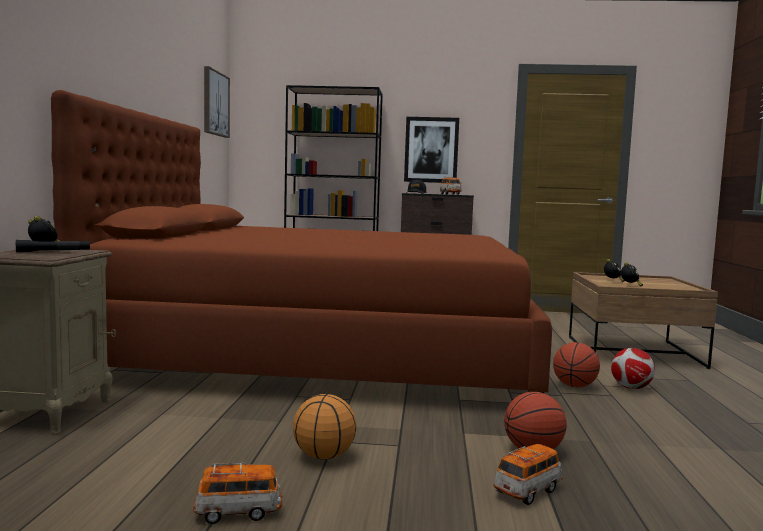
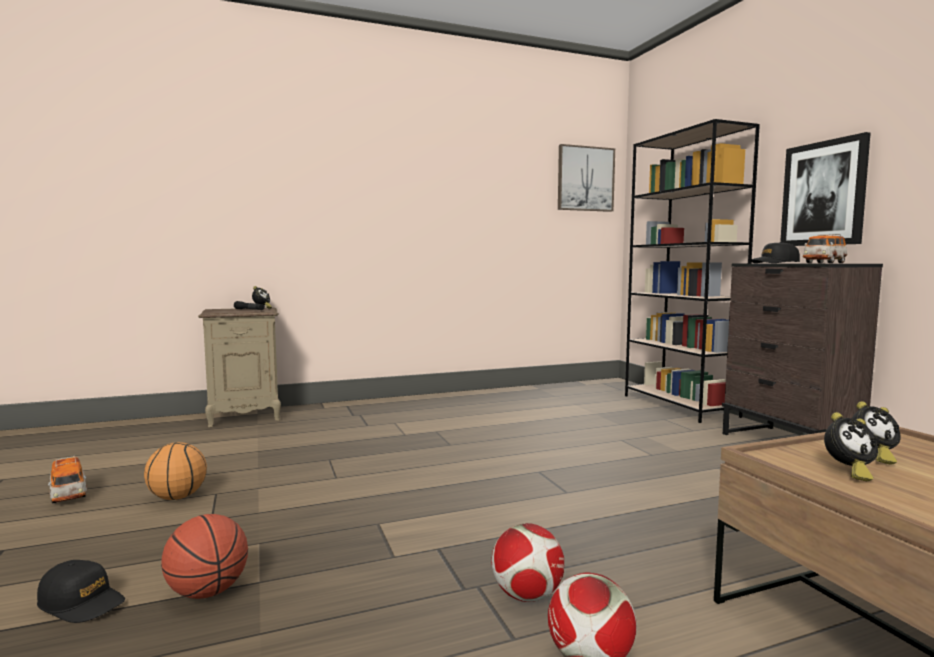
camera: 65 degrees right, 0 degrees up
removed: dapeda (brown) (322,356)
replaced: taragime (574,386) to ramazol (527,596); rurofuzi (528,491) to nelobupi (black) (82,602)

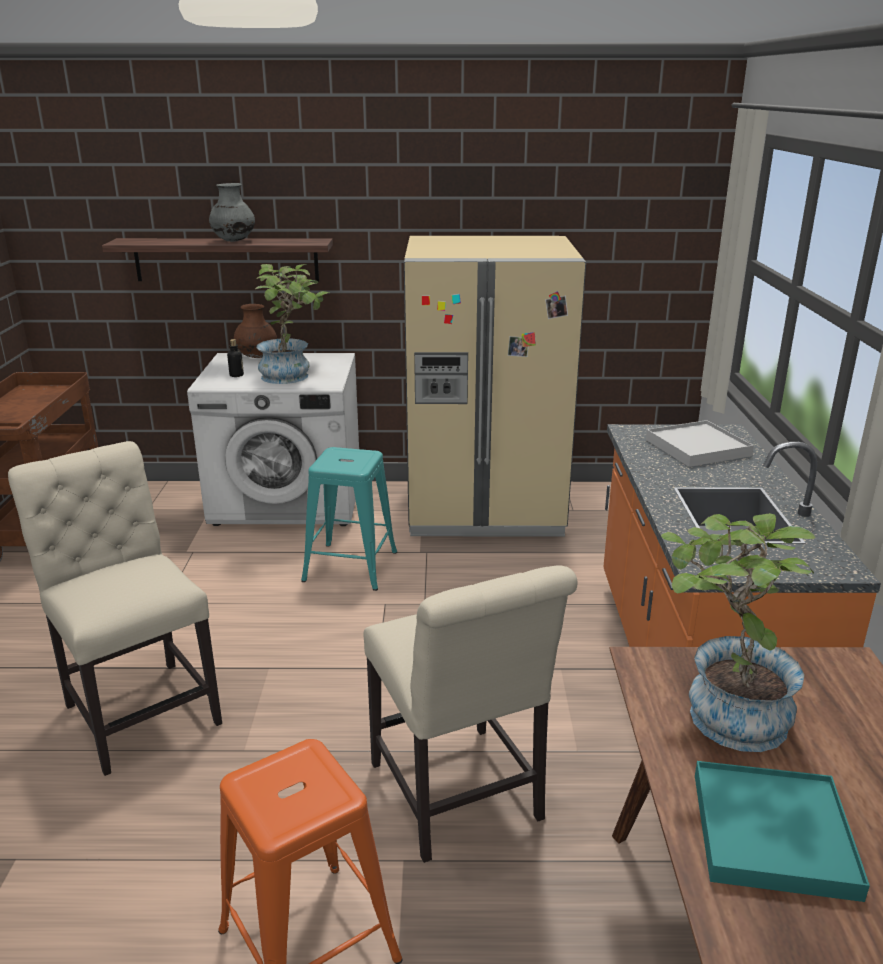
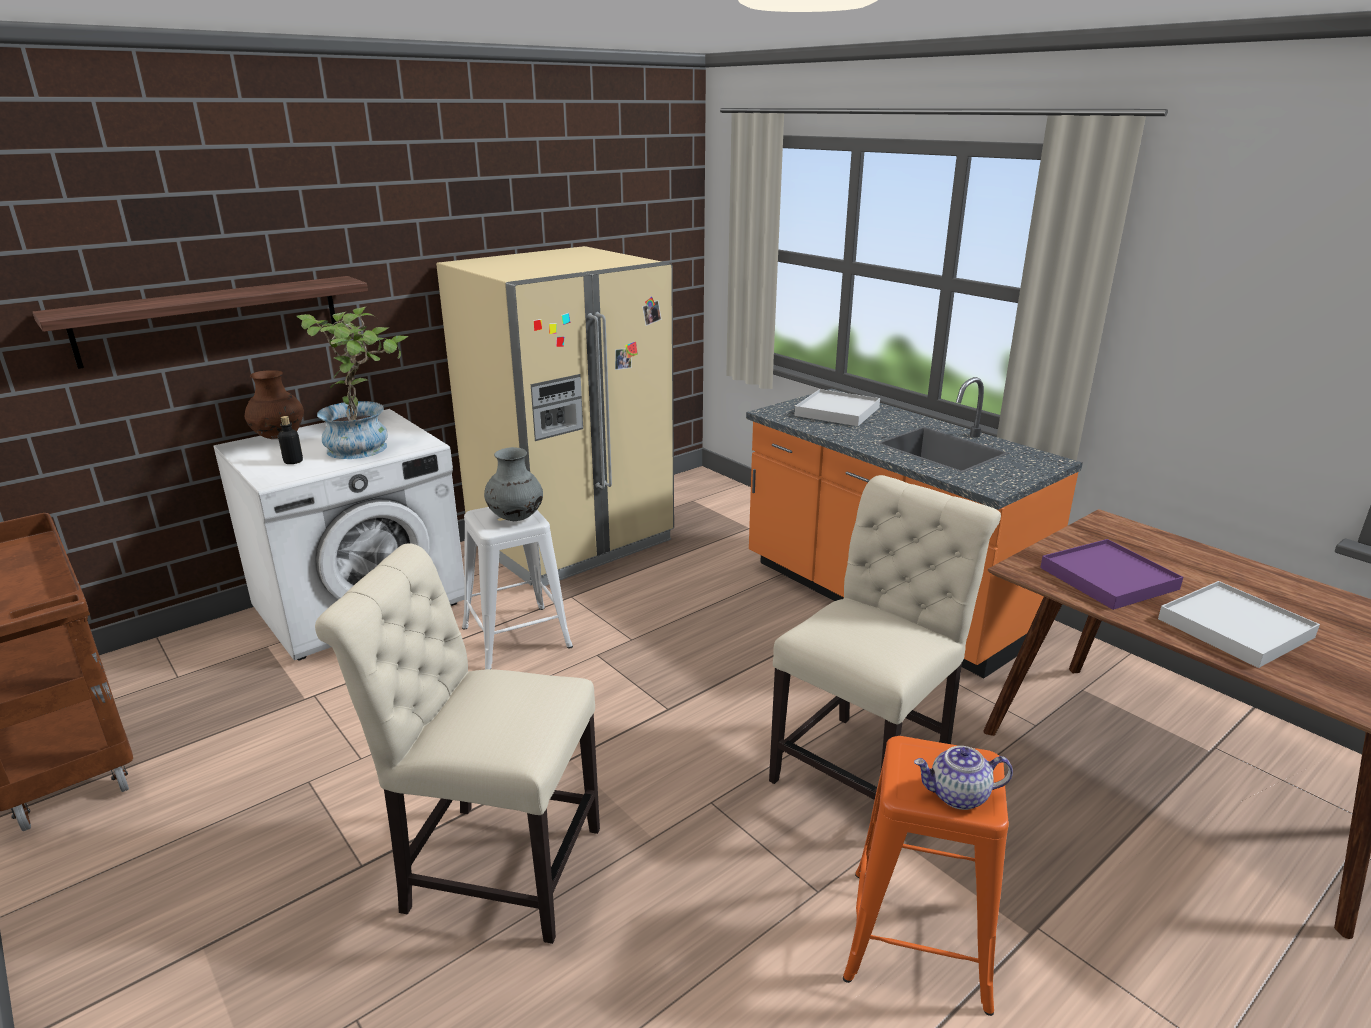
camera: 40 degrees left, 0 degrees up
added: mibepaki (958,796)
moved: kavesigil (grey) (234,241) to (515,518)
replaced: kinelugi (722,714) to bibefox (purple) (1108,578)
recoloured: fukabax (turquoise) (351,566) to fukabax (white) (516,637); bibefox (turquoise) (772,833) to bibefox (white) (1234,628)
turned: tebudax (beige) (459,800) = (867,770) 75 degrees counterclockwise

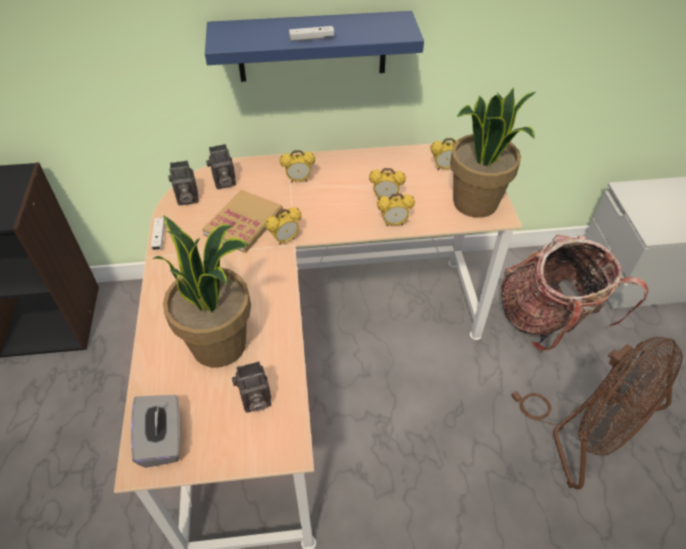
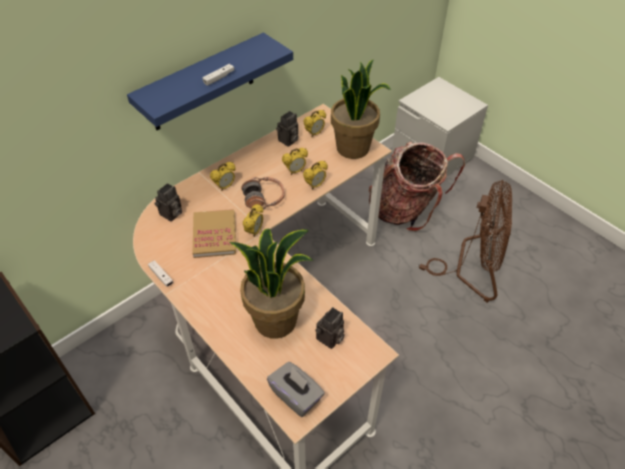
camera: 35 degrees left, 0 degrees up
added: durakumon (264,198)
moved: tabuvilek (186,199) to (288,141)

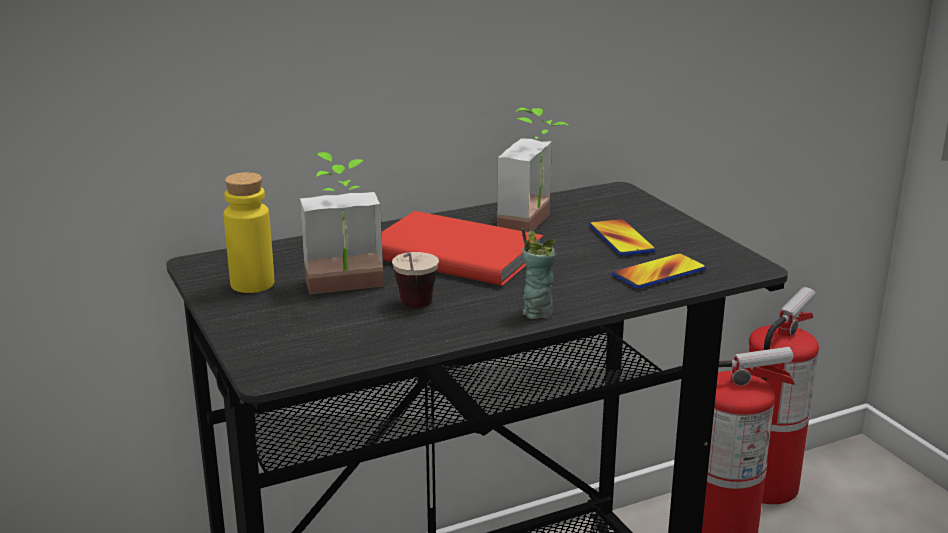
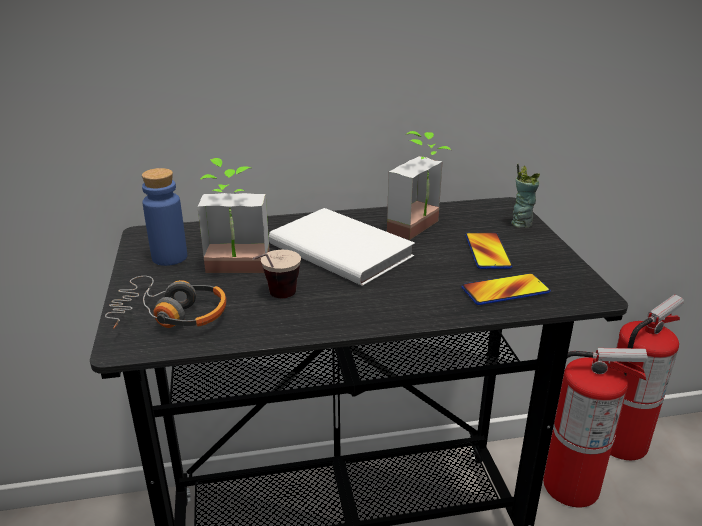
camera: 15 degrees right, 5 degrees up
added: durakumon (169,315)
moved: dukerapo (537,312) to (521,223)
recoloured: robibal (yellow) (252,284) to robibal (blue) (169,257); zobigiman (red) (455,253) to zobigiman (white) (341,248)

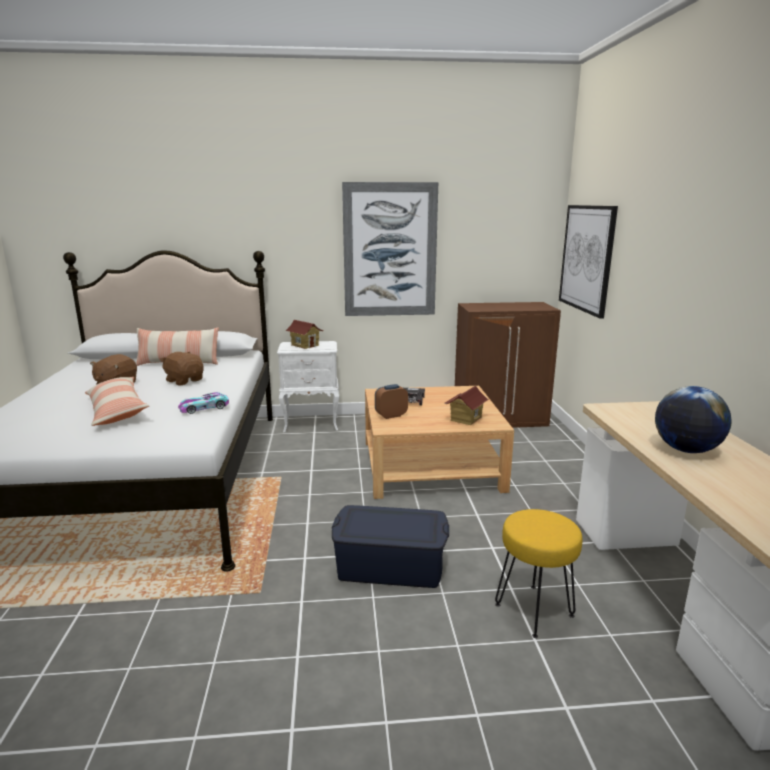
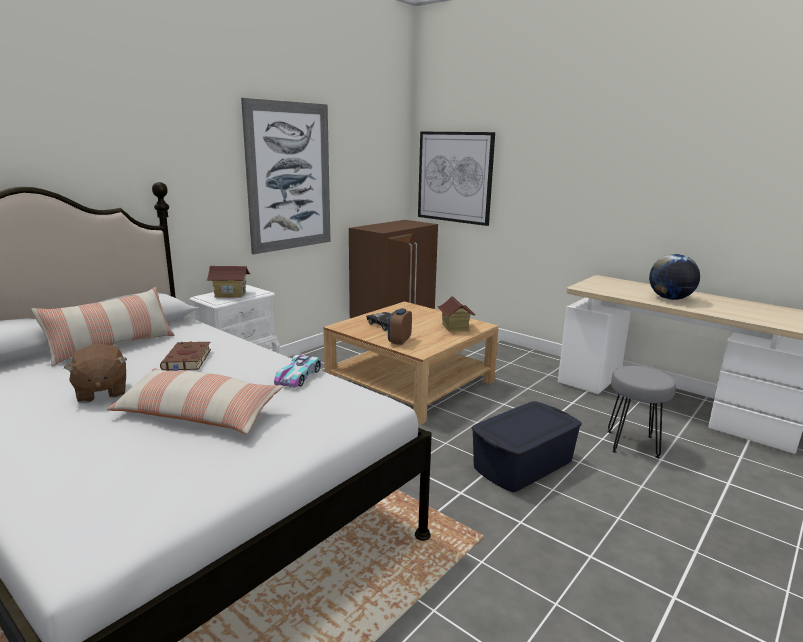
camera: 45 degrees left, 0 degrees up
replaced: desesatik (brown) (184,380) to zobigiman (brown) (187,360)
recoloured: fukabax (yellow) (533,610) to fukabax (grey) (631,444)

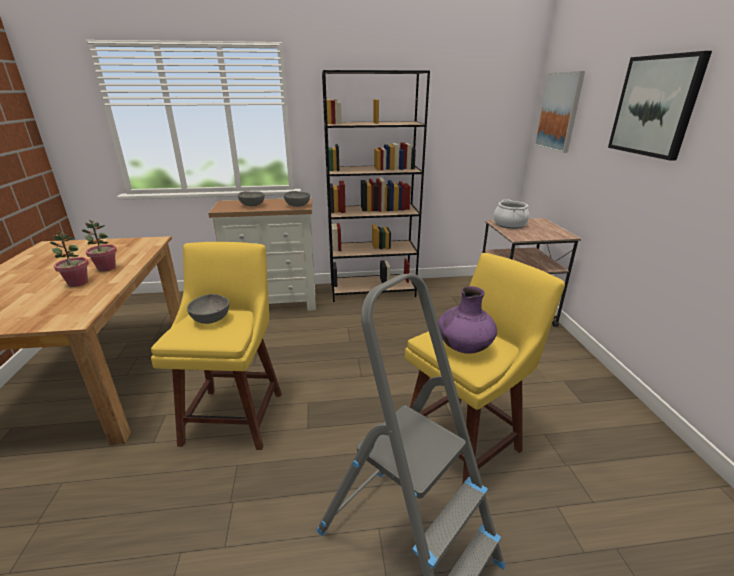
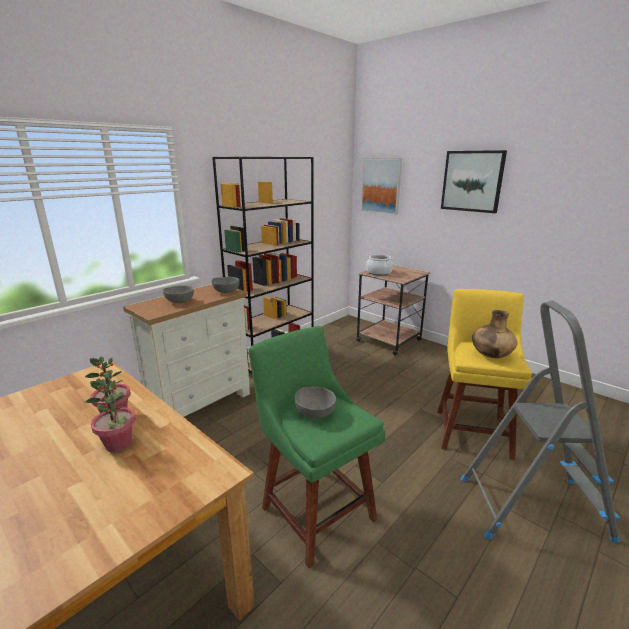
camera: 40 degrees left, 5 degrees down
recoloured: fukabax (yellow) (236,414) to fukabax (green) (315,509); kavesigil (purple) (463,347) to kavesigil (brown) (490,355)

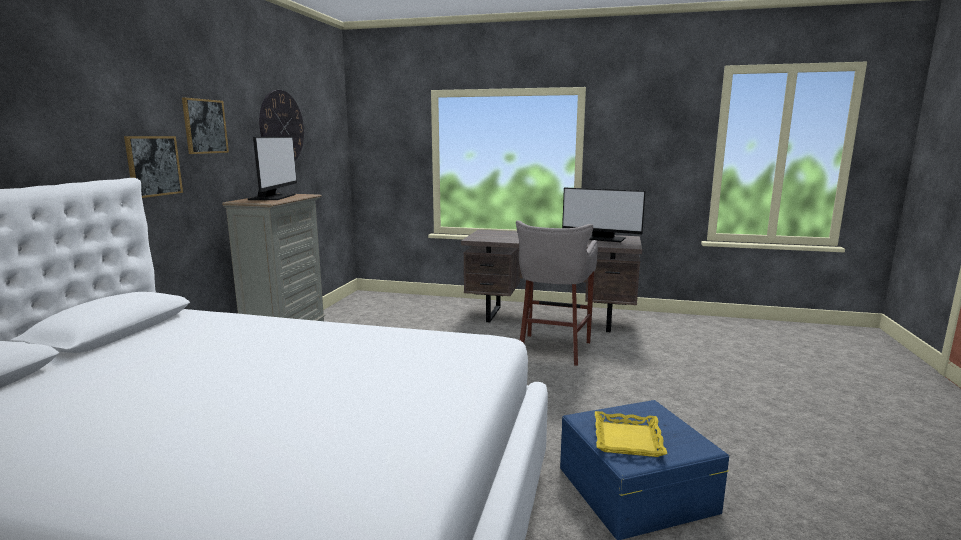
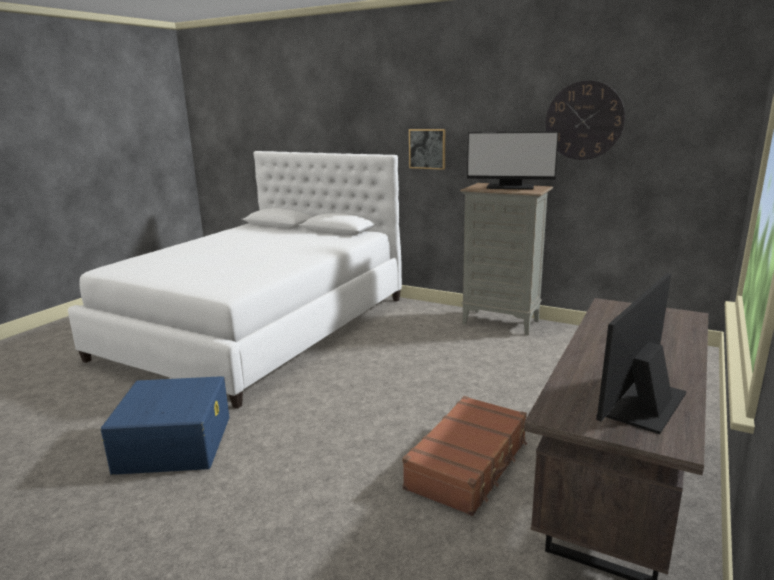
camera: 105 degrees right, 5 degrees up
removed: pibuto (204,126); bibefox (yellow) (627,439)
replaced: fukabax (grey) (552,350) to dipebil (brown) (468,464)

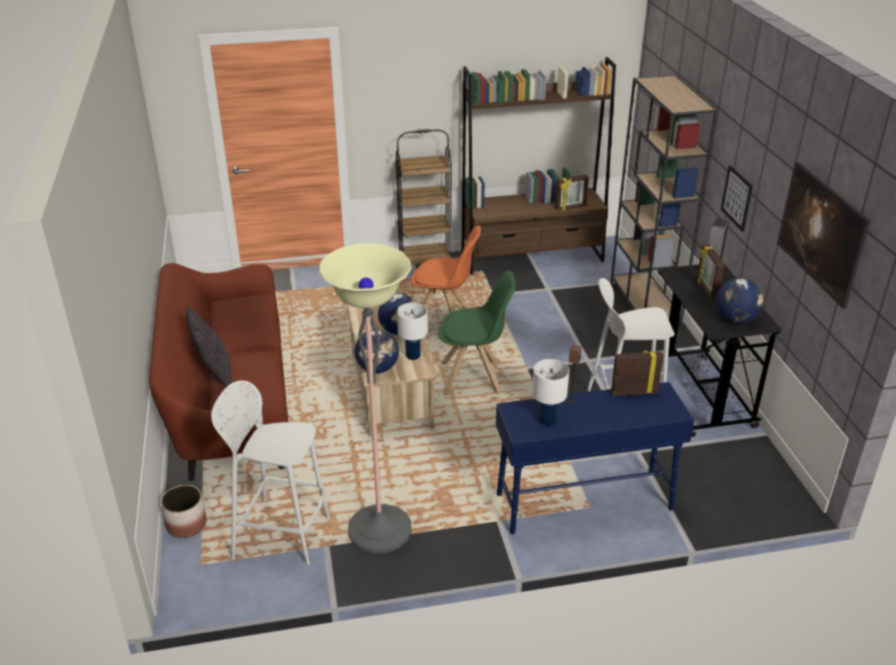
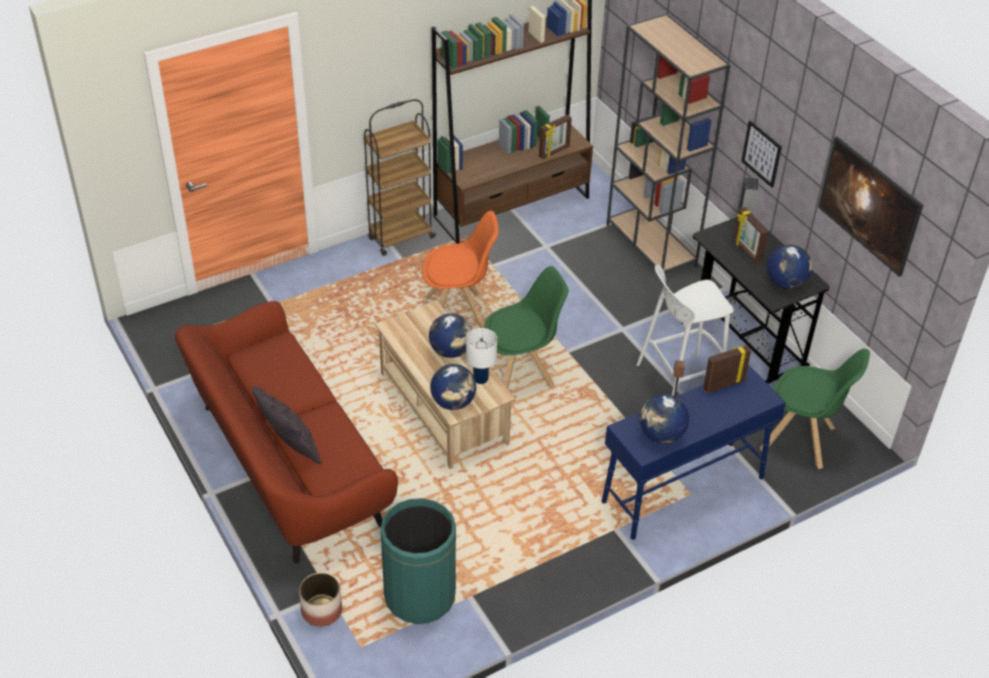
camera: 20 degrees left, 10 degrees up
removed: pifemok (380,529)
added: tebudax (green) (801,440)
replaced: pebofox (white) (547,421) to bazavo (661,435); fukabax (white) (280,534) to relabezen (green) (419,596)

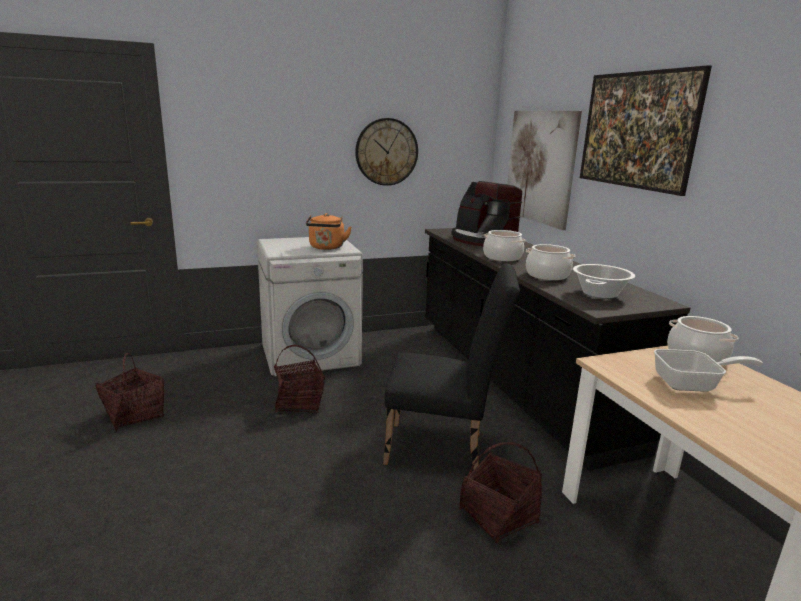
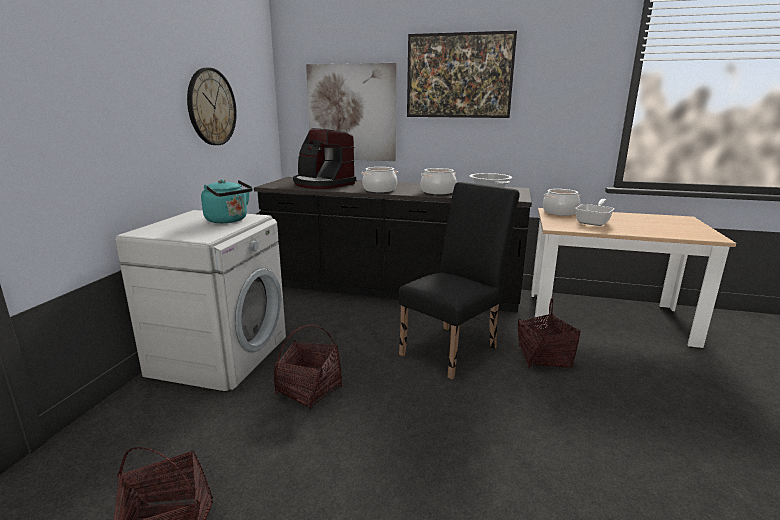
camera: 55 degrees left, 0 degrees up
recoloured: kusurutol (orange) (326,248) to kusurutol (turquoise) (228,220)
turned: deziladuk (482,239) = (323,184) 45 degrees clockwise

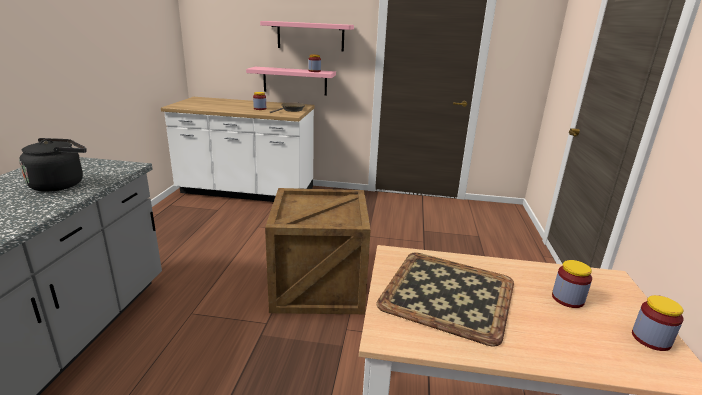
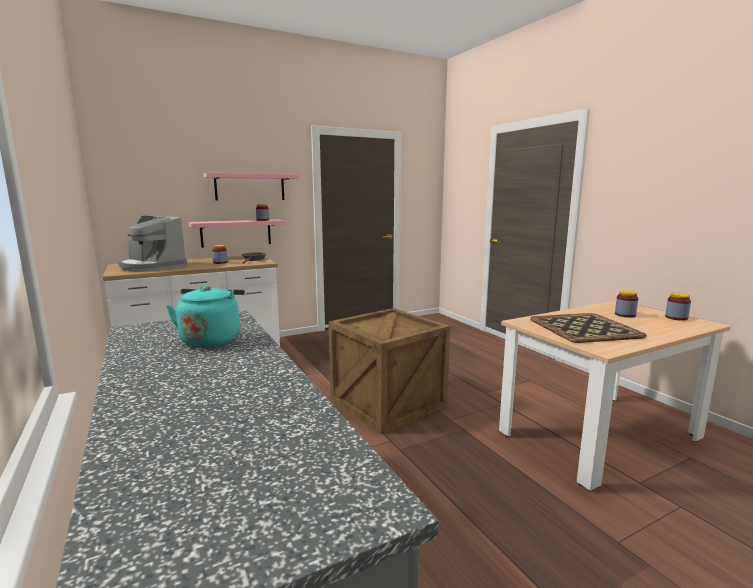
camera: 35 degrees left, 10 degrees down
added: deziladuk (151,267)
recoloured: kusurutol (black) (61,184) to kusurutol (turquoise) (211,339)

